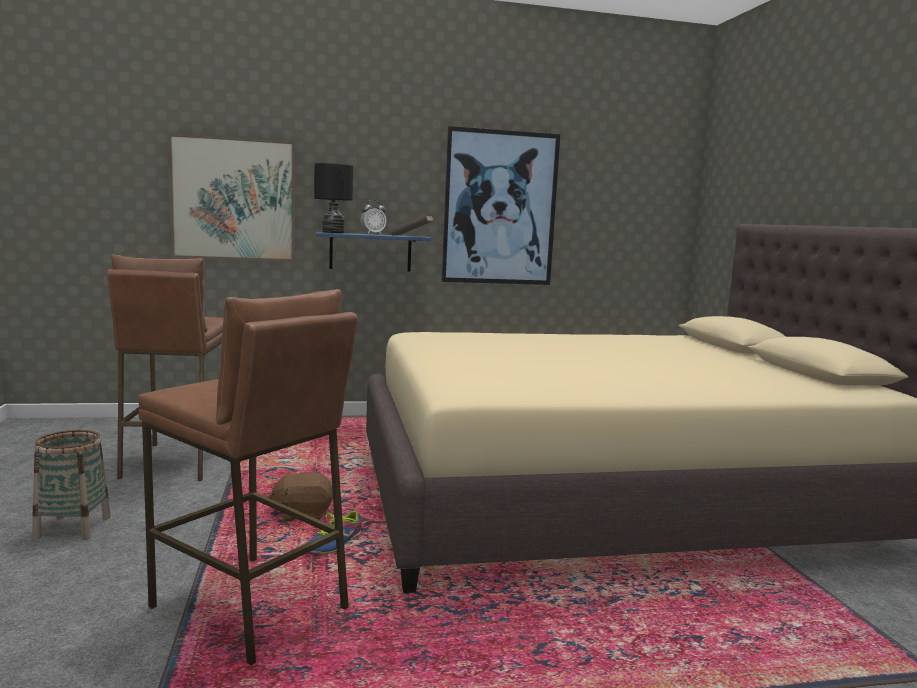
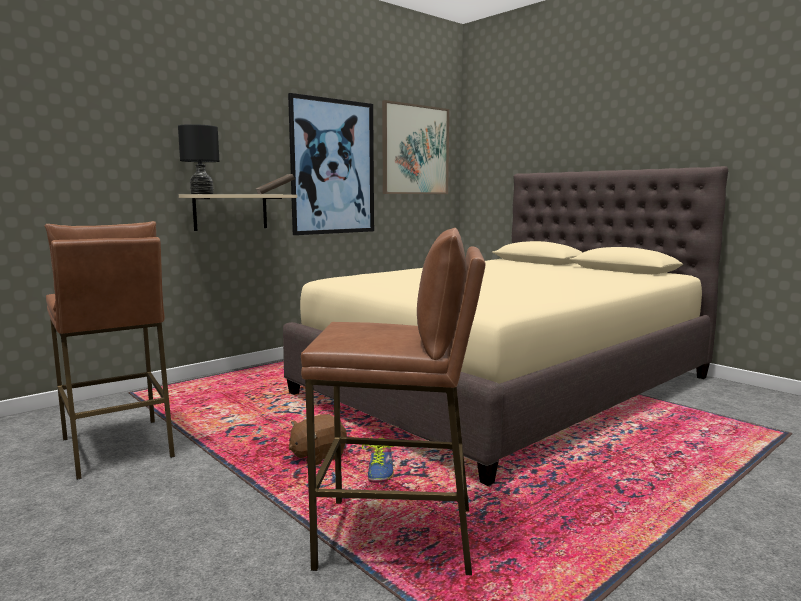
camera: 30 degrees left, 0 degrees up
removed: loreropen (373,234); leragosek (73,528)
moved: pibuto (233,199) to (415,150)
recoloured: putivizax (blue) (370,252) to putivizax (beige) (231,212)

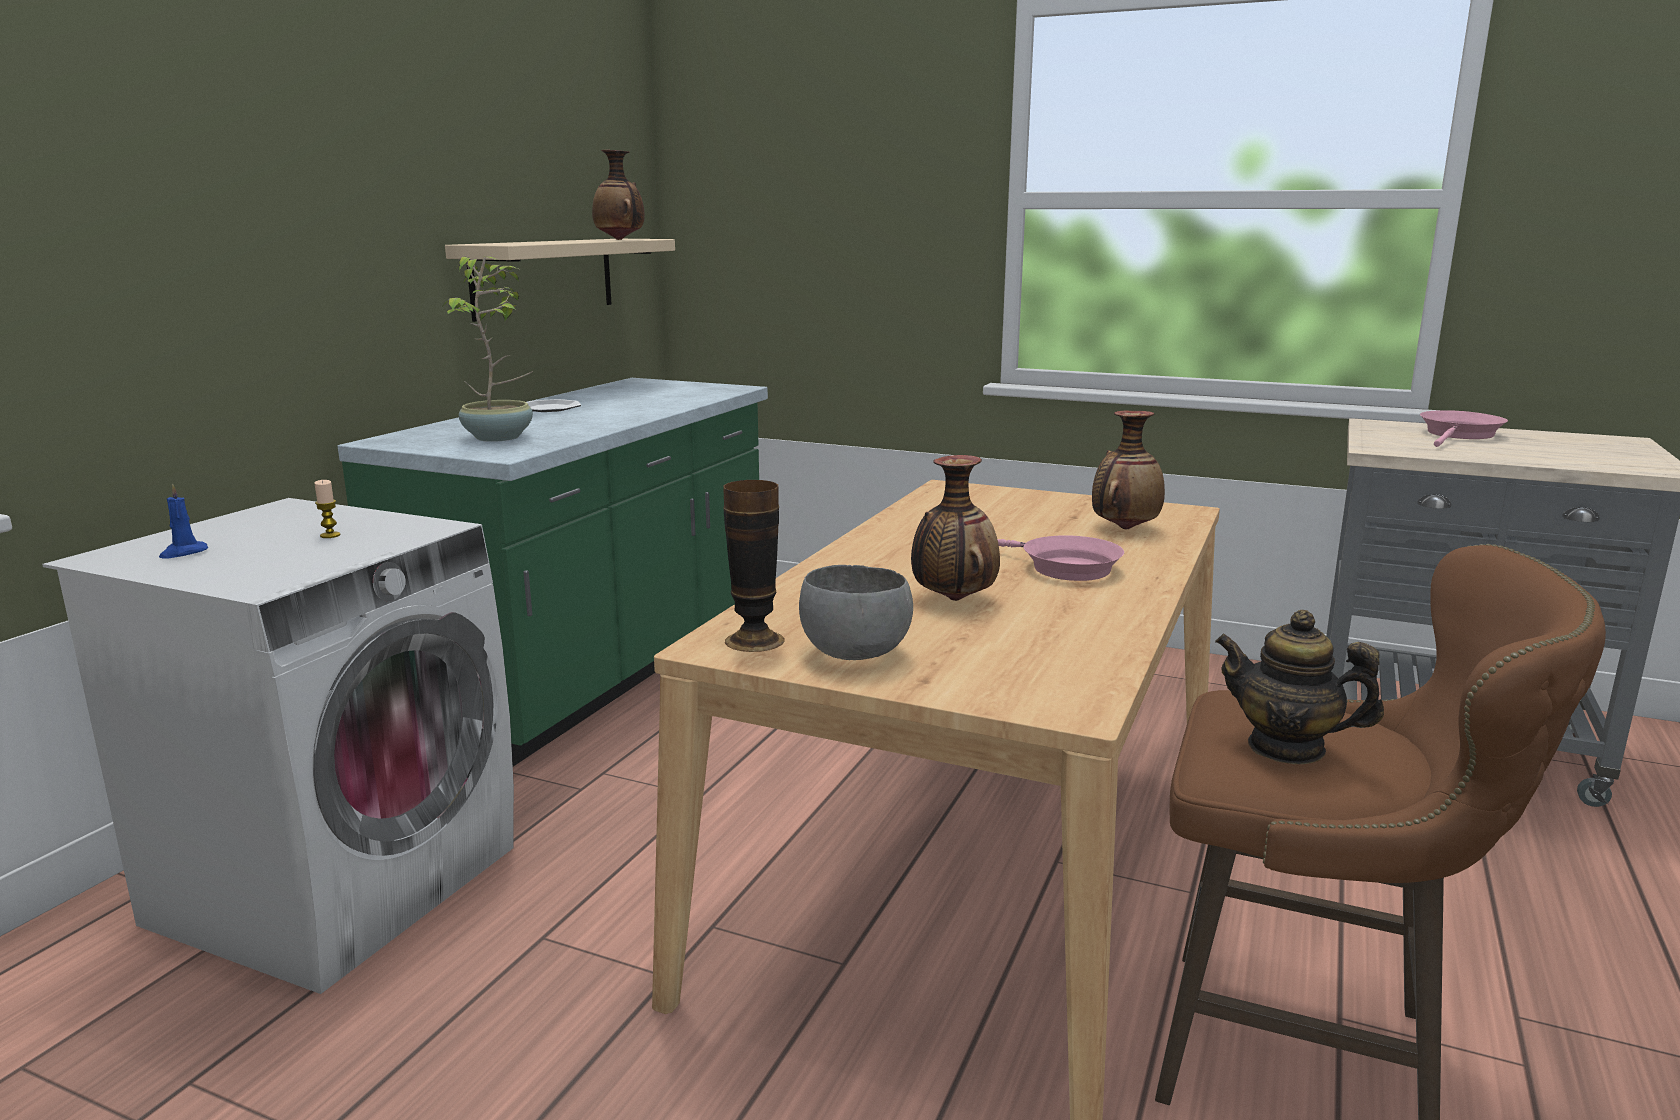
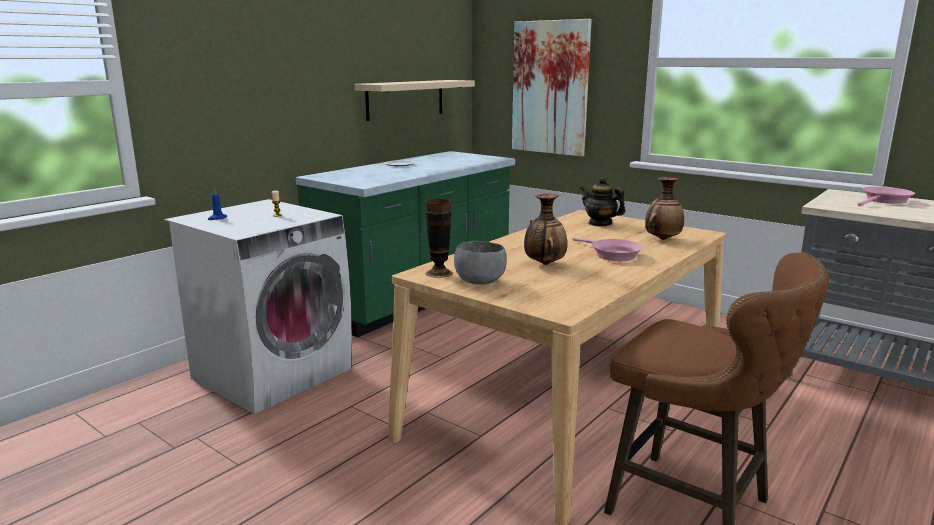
camera: 15 degrees right, 0 degrees up
removed: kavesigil (620,239); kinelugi (500,437)
added: pibuto (550,88)
moved: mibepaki (1286,748) to (600,223)

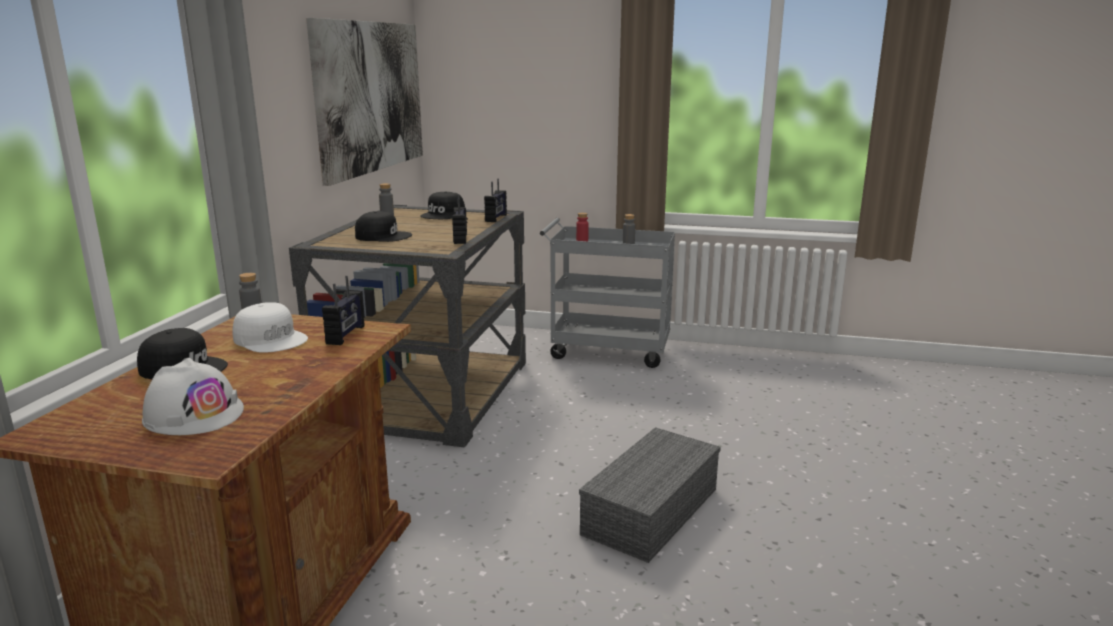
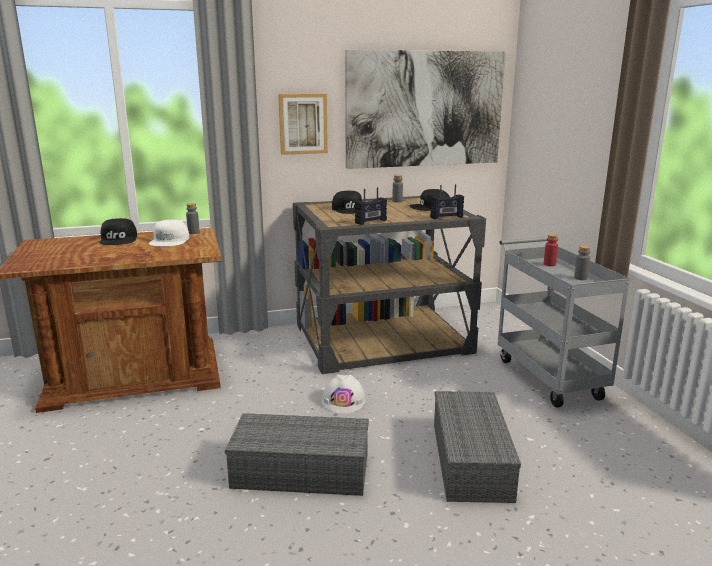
camera: 60 degrees right, 0 degrees up
removed: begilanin (346,335)
added: pibuto (303,124); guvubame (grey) (472,461)
moved: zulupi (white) (194,414) to (343,401)

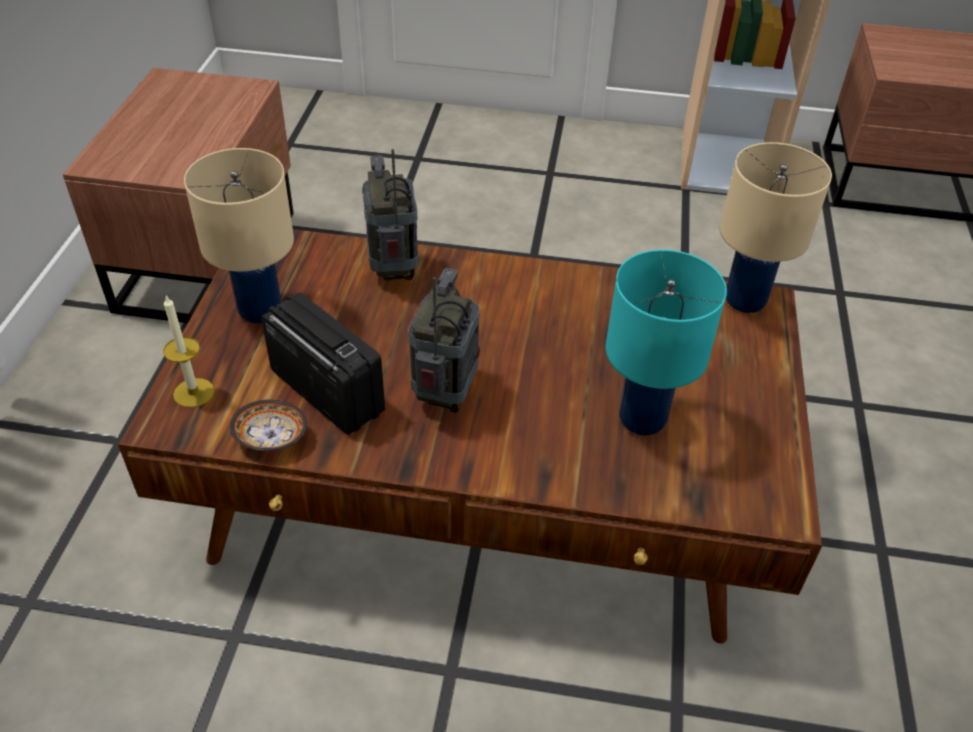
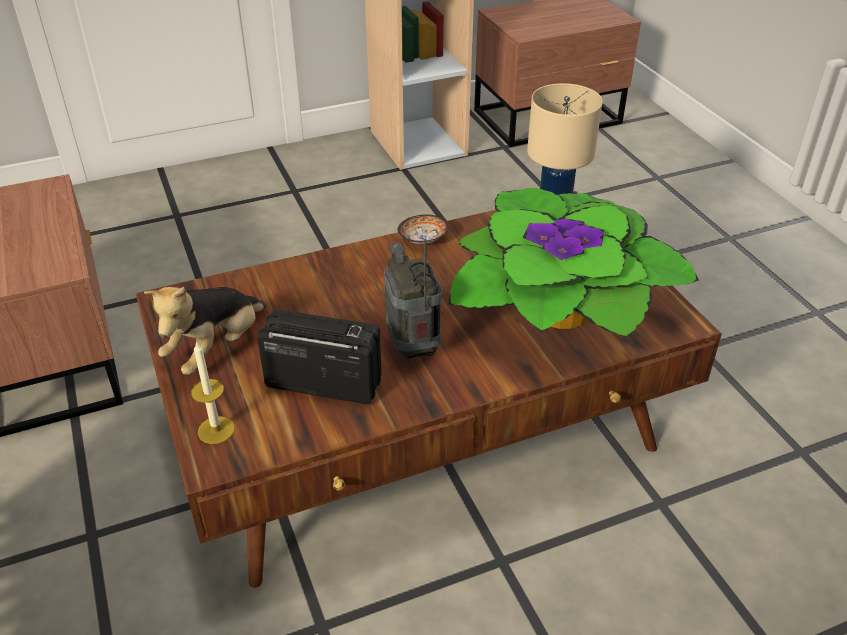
camera: 30 degrees left, 5 degrees down
removed: begilanin (394,270)
moved: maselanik (271,438) to (423,240)
replaced: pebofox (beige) (263,310) to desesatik (216,349); pebofox (turquoise) (643,419) to kinelugi (557,306)

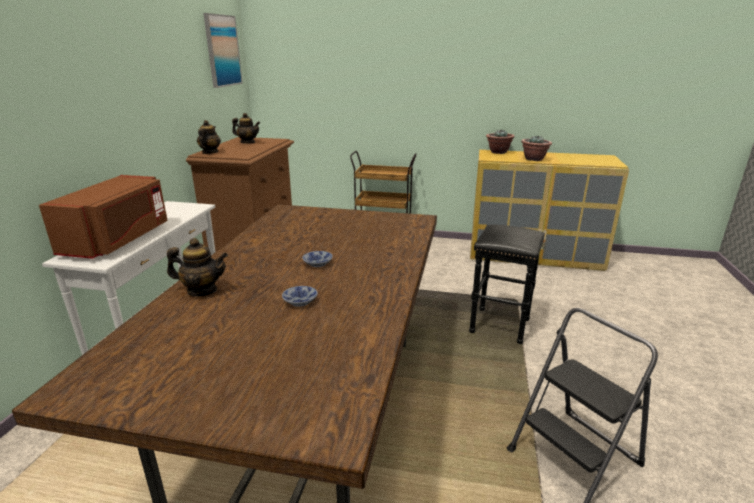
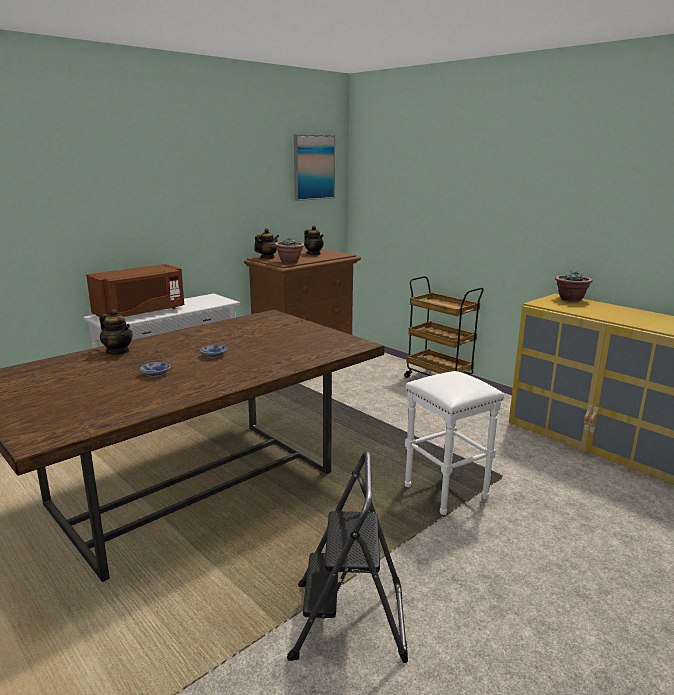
camera: 35 degrees right, 5 degrees down
moved: kinelugi (534,159) to (290,262)
recoloured: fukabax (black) (498,326) to fukabax (white) (443,491)

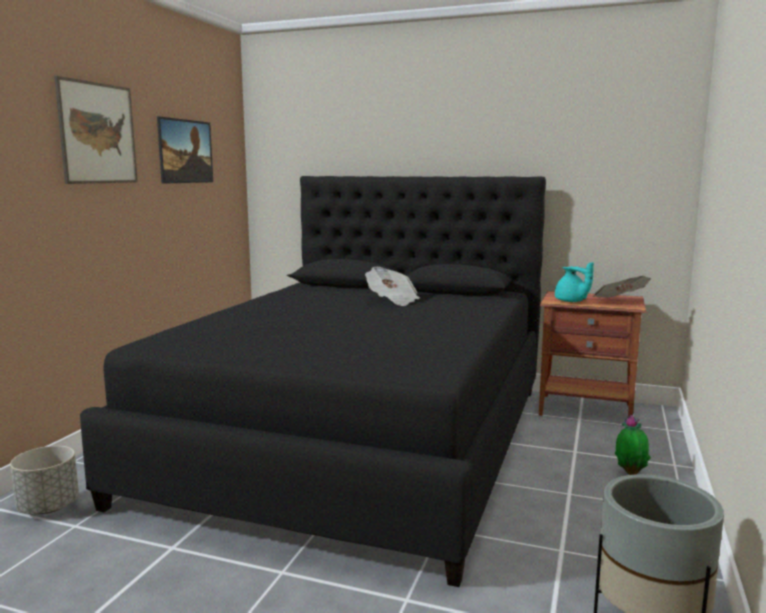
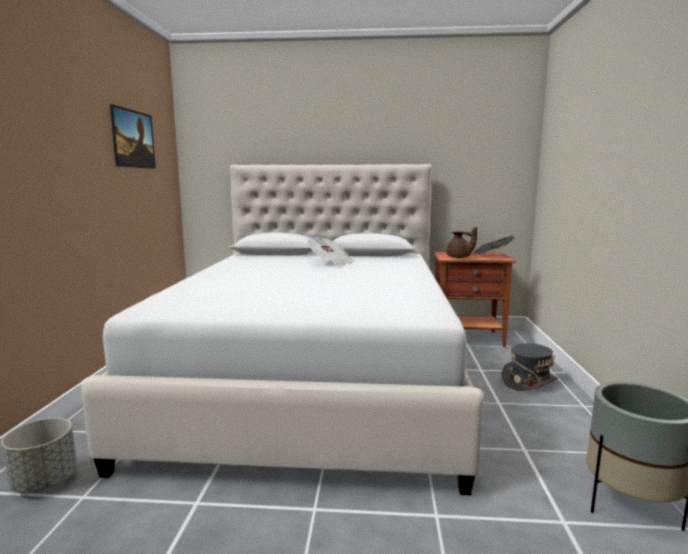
camera: 15 degrees left, 0 degrees up
removed: pibuto (98,133)
replaced: kinelugi (630,473) to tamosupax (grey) (528,381)
recoloured: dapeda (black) (359,440) to dapeda (white) (314,379); mibepaki (turquoise) (571,301) to mibepaki (brown) (459,257)

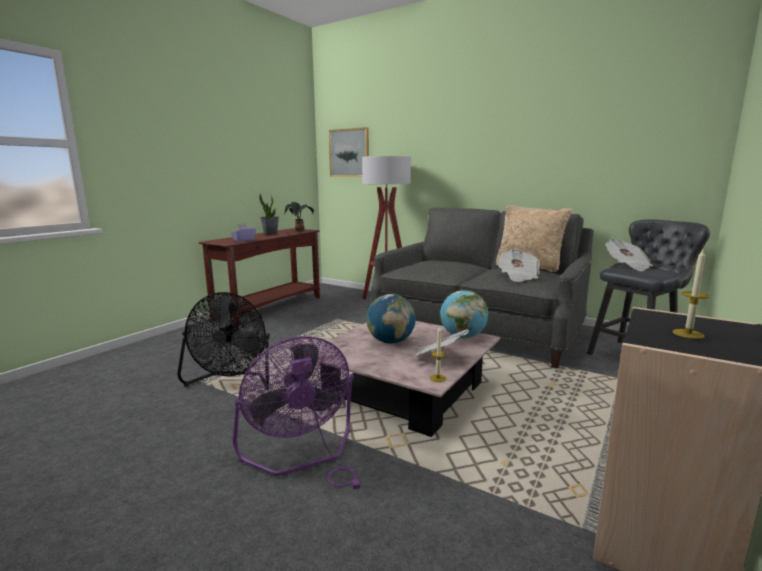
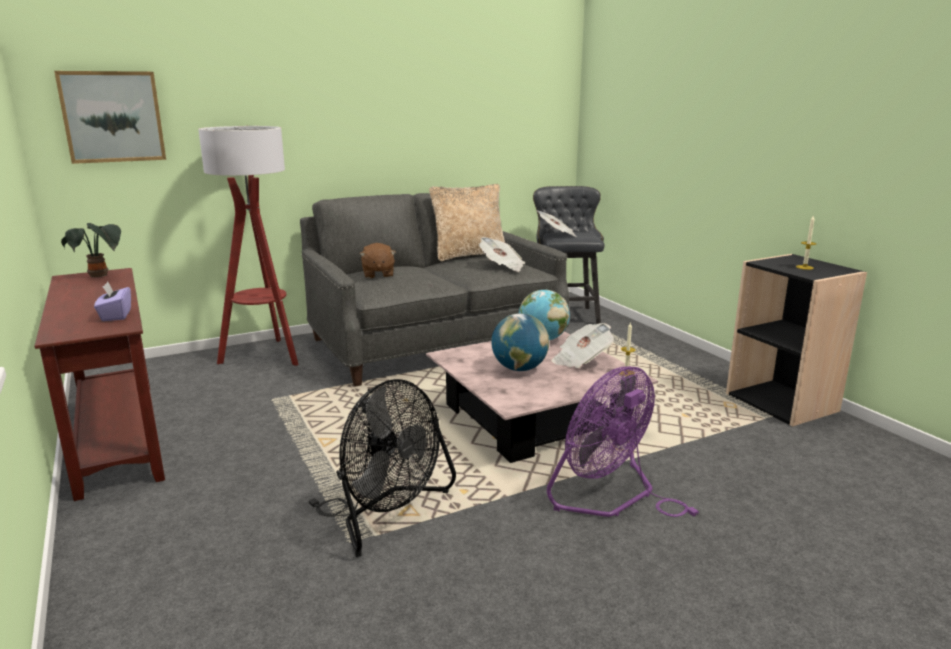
camera: 60 degrees left, 5 degrees up
removed: kinelugi (270,233)
added: desesatik (brown) (378,274)
turned: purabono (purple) (308,457) = (619,495) 45 degrees clockwise

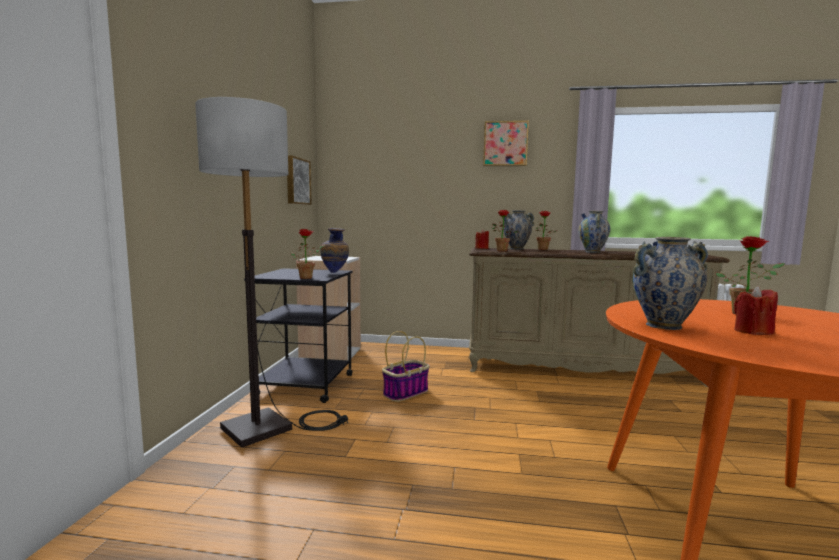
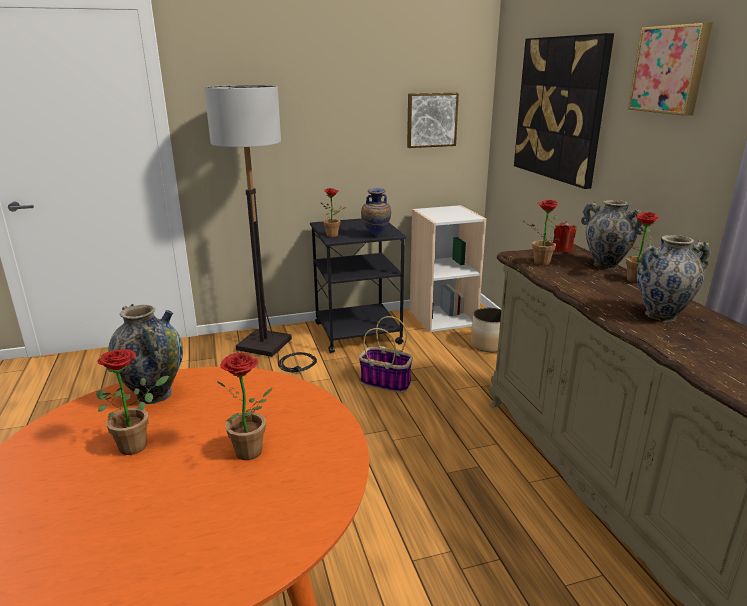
camera: 65 degrees right, 15 degrees up
added: pibuto (560,109); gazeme (489,345)
replaced: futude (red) (753,332) to kinelugi (139,444)

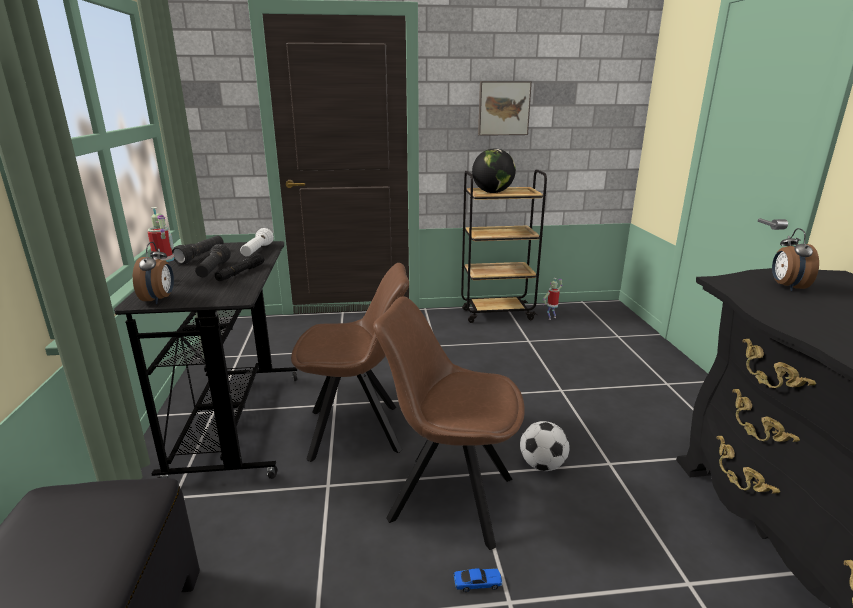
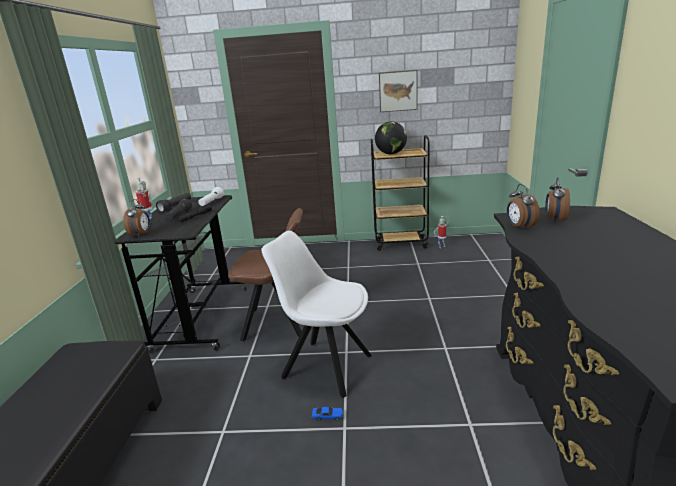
camera: 10 degrees right, 0 degrees up
removed: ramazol (542,465)
added: loreropen (519,227)
recoloured: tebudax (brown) (450,499) to tebudax (white) (326,366)

